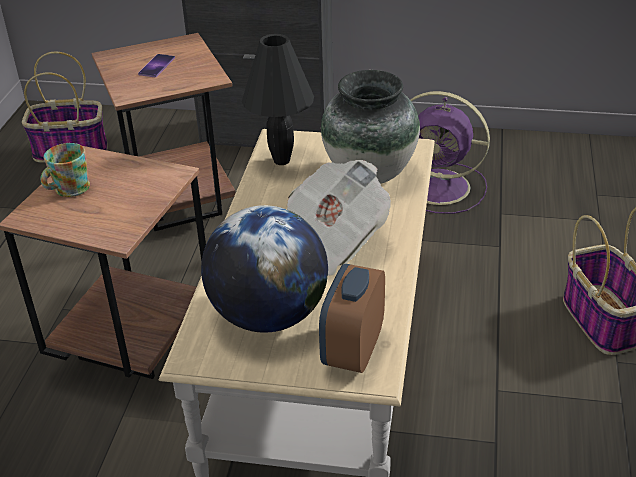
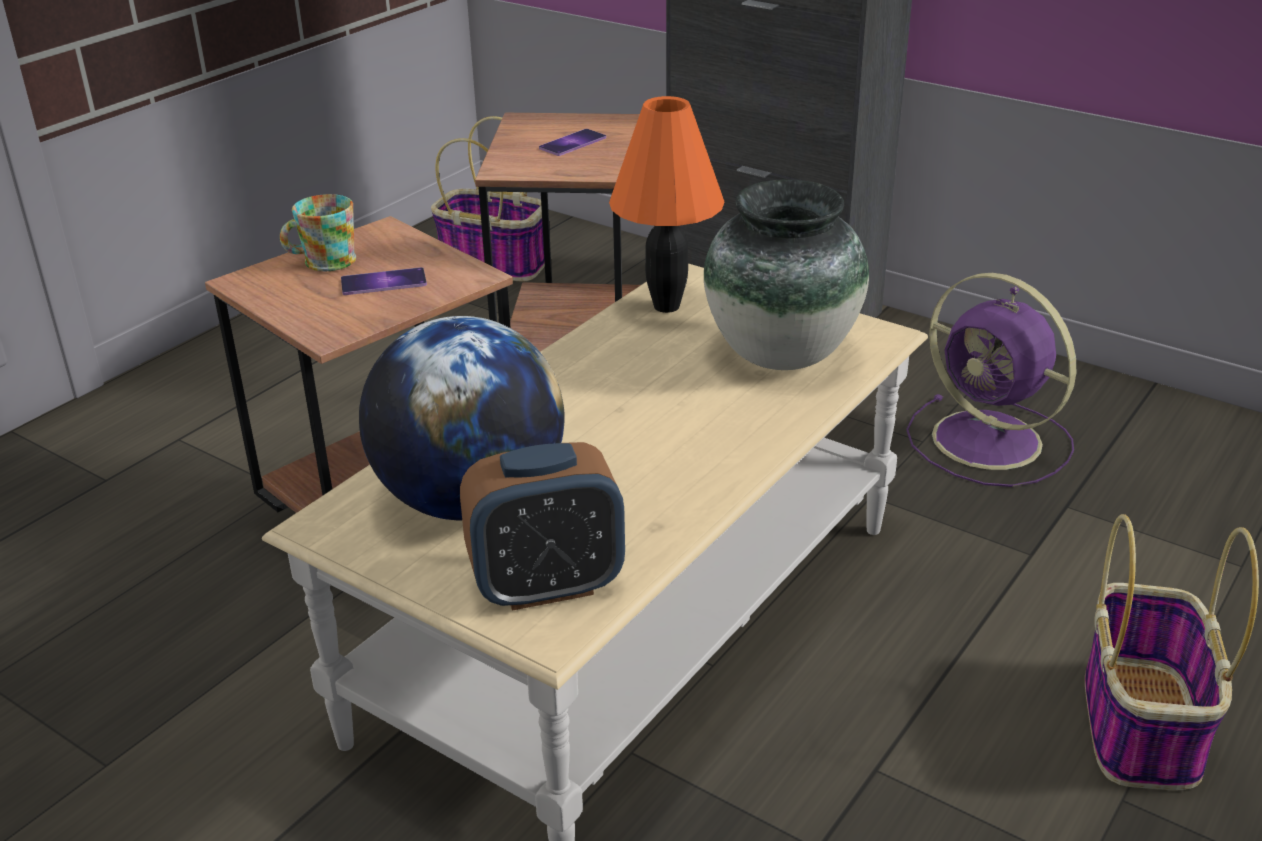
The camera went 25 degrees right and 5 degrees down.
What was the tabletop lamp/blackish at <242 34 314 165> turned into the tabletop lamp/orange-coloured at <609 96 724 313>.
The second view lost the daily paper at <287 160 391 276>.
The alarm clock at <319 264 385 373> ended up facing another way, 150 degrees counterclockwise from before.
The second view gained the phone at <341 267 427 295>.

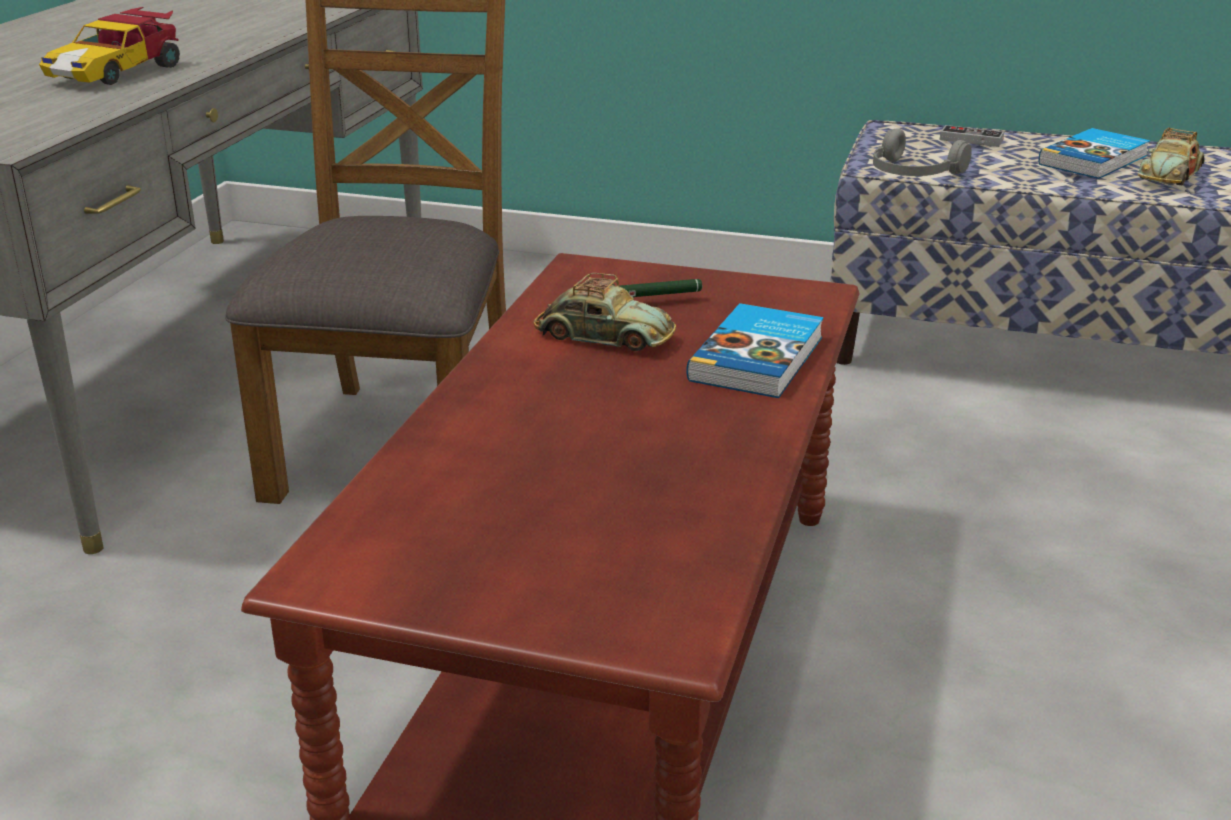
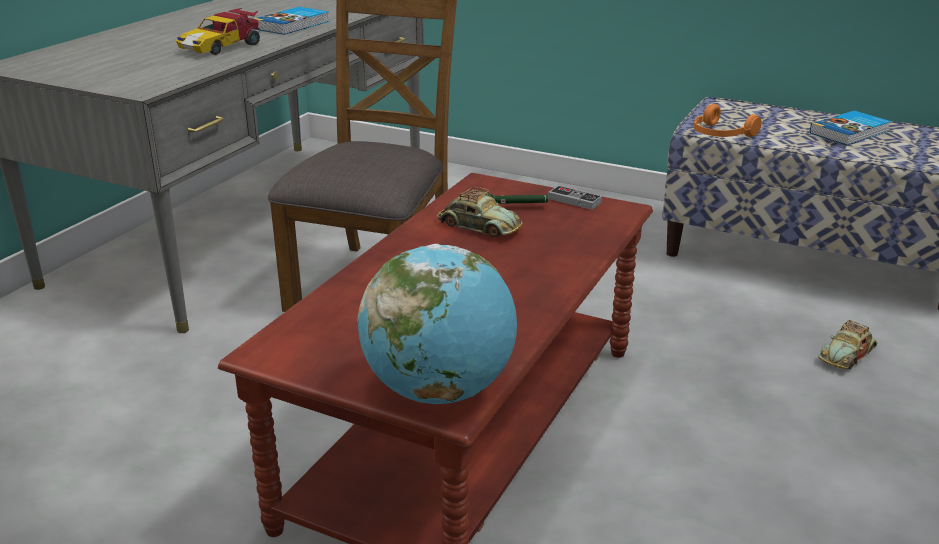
The camera went 10 degrees right and 0 degrees up.
The gamepad ended up elsewhere, having gone from <940 125 1004 147> to <548 185 602 210>.
The toy car ended up elsewhere, having gone from <1138 127 1205 185> to <818 320 878 369>.
What was the headset/gray at <873 128 972 176> turned into the headset/orange-coloured at <694 104 762 137>.
The book ended up elsewhere, having gone from <686 303 824 398> to <254 7 330 35>.
The second view gained the world globe at <357 244 517 404>.

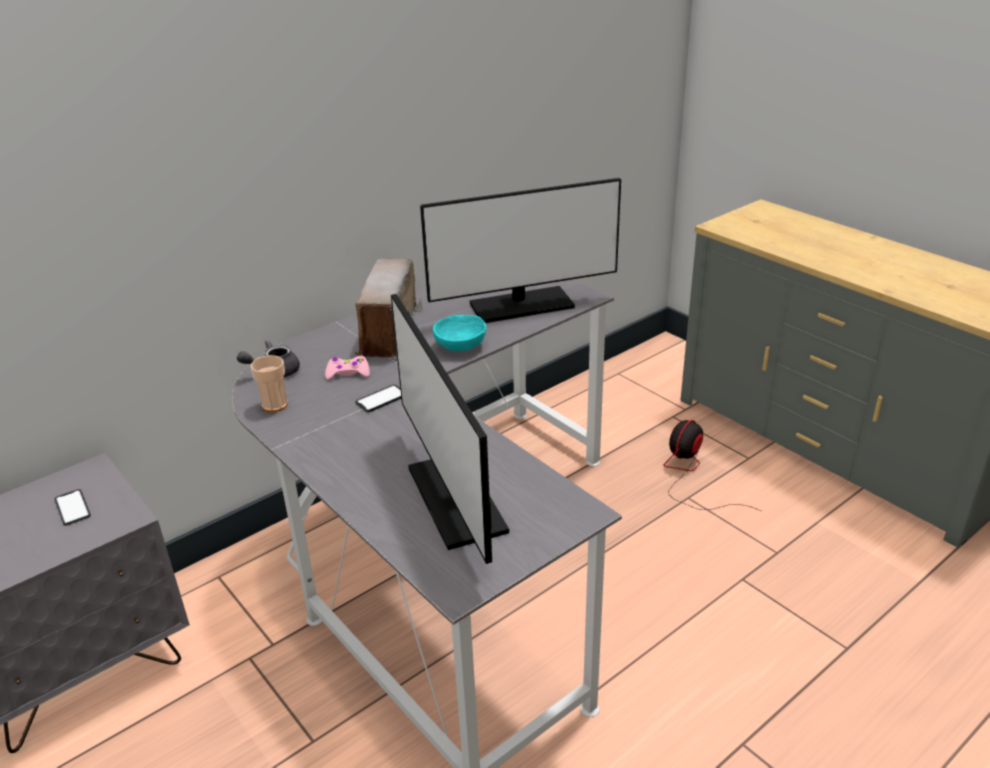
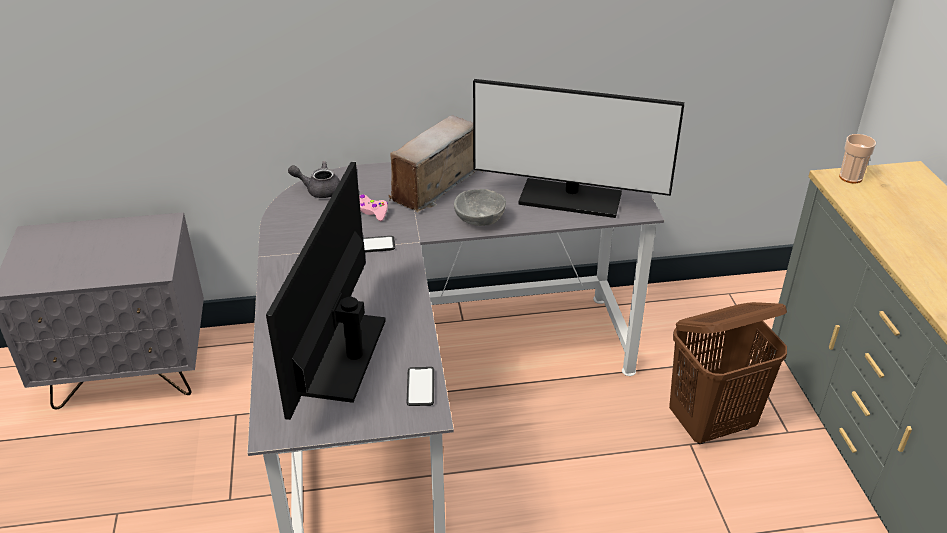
The camera went 30 degrees right and 5 degrees up.
What was the deep dish/blue-green at <433 315 486 351> turned into the deep dish/gray at <454 189 506 226>.
The drinking cup ended up elsewhere, having gone from <251 355 288 412> to <839 134 876 183>.
Where the cooling fan stood at <664 420 761 511>, the washing basket/brownish came to stand at <669 302 787 444>.
The phone ended up elsewhere, having gone from <55 489 91 526> to <407 367 434 406>.

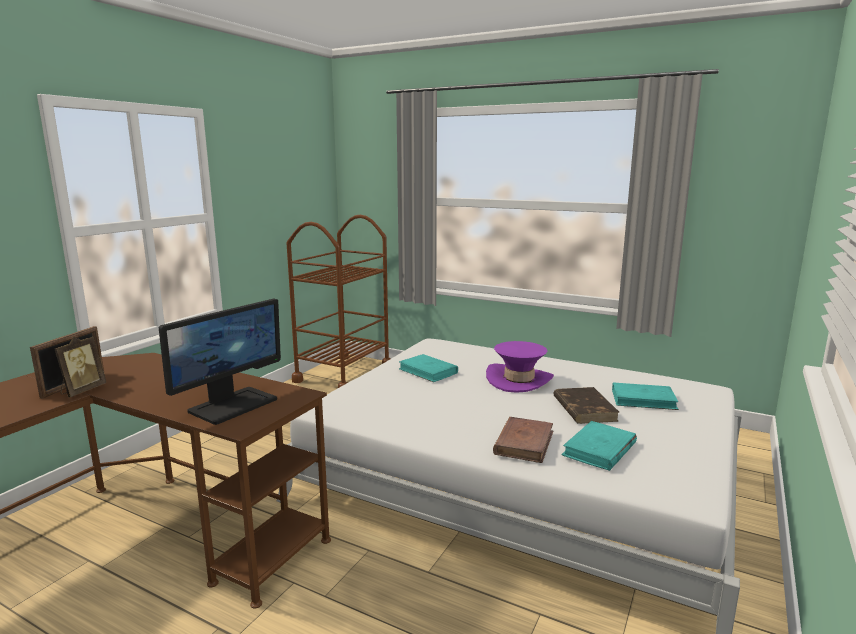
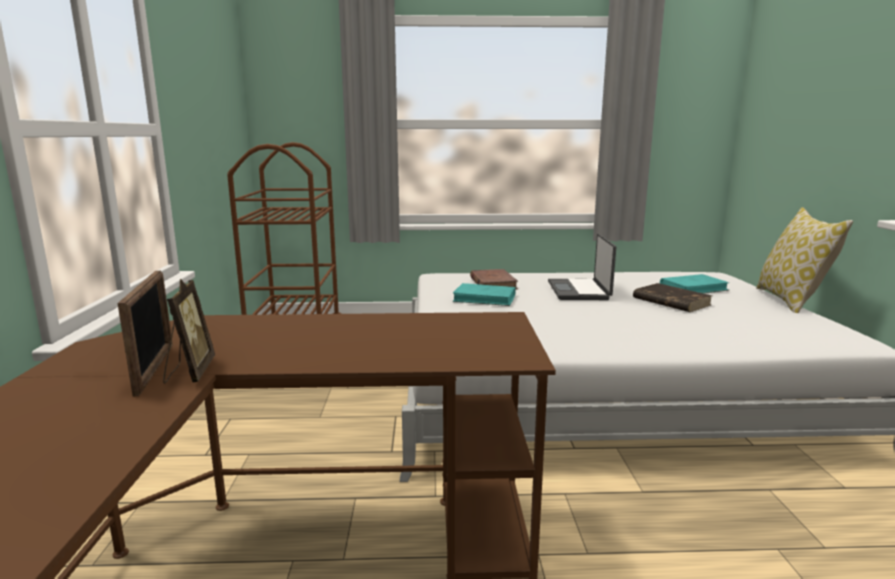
The camera went 30 degrees left and 0 degrees up.
The second view lost the monitor at <159 299 281 425>.
Where the hat/purple stood at <486 341 554 393>, the portable computer came to stand at <548 234 616 300>.
The book/brownish ended up elsewhere, having gone from <493 417 553 463> to <470 269 518 289>.
The second view lost the book/blue-green at <561 421 637 471>.
The second view gained the pillow at <756 207 853 313>.

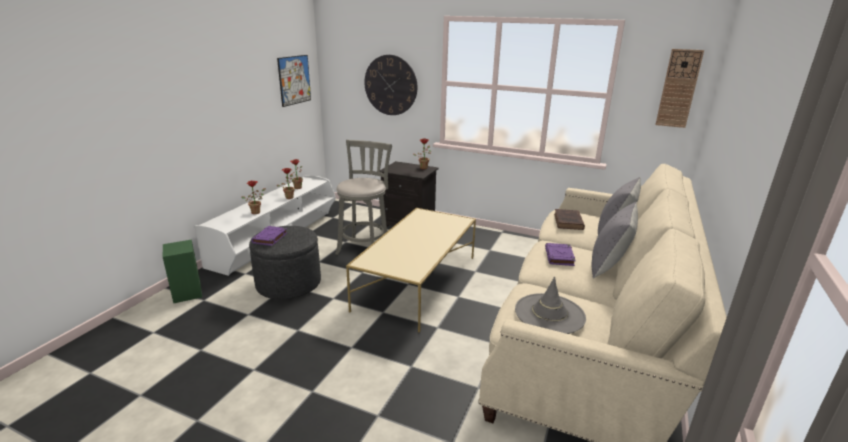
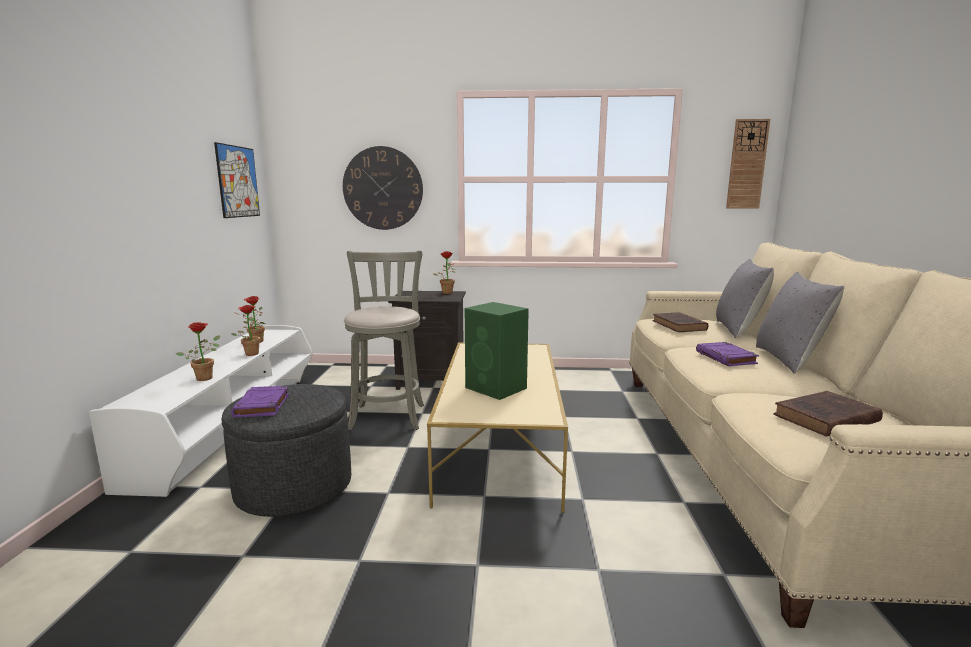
The camera went 20 degrees left and 10 degrees down.
The audio speaker/green ended up elsewhere, having gone from <163 240 202 304> to <465 302 529 400>.
Where the hat/gray stood at <515 276 586 334>, the book/brownish came to stand at <773 391 883 436>.

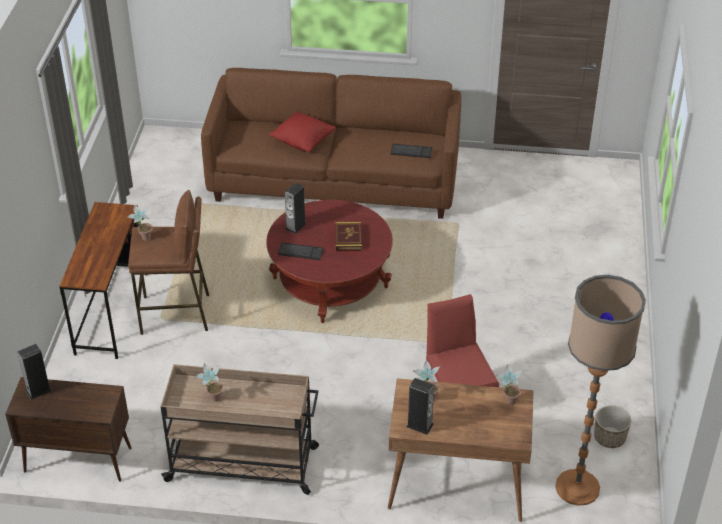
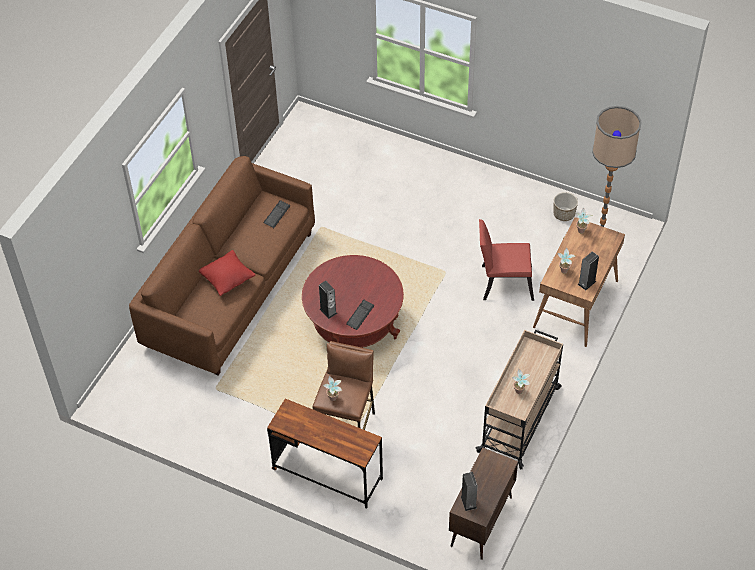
The camera went 70 degrees left and 10 degrees up.
The second view lost the book at <335 222 362 251>.

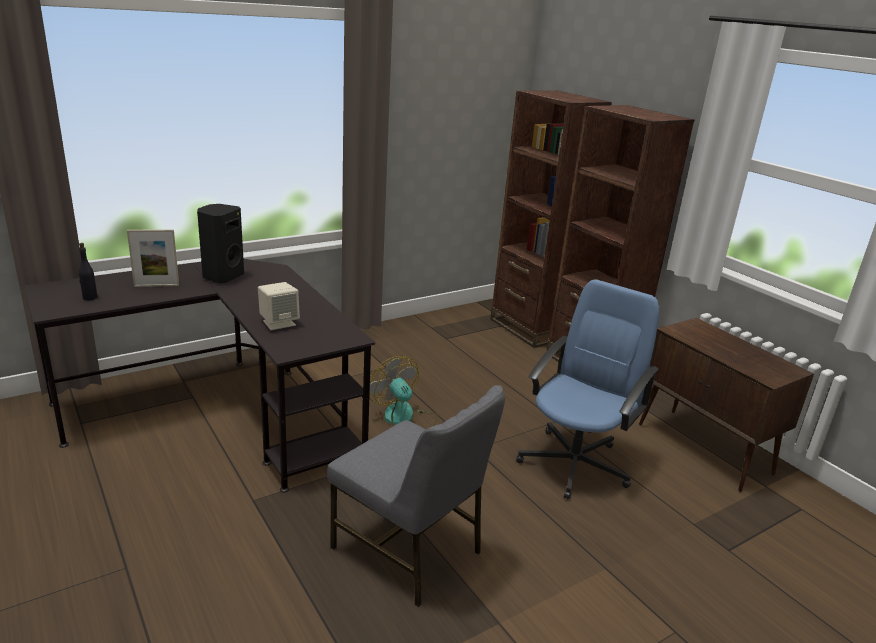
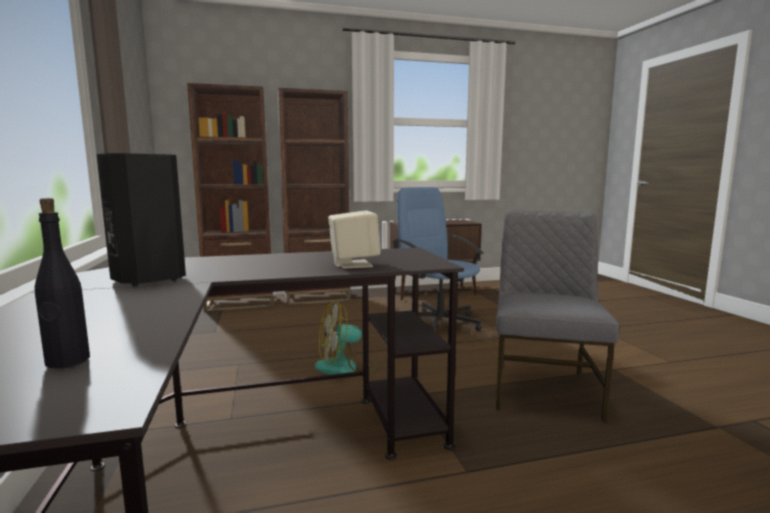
The camera went 70 degrees left and 15 degrees down.
The second view lost the standing frame at <127 229 179 287>.
The plain chair/gray at <327 385 505 607> ended up facing another way, 45 degrees counterclockwise from before.

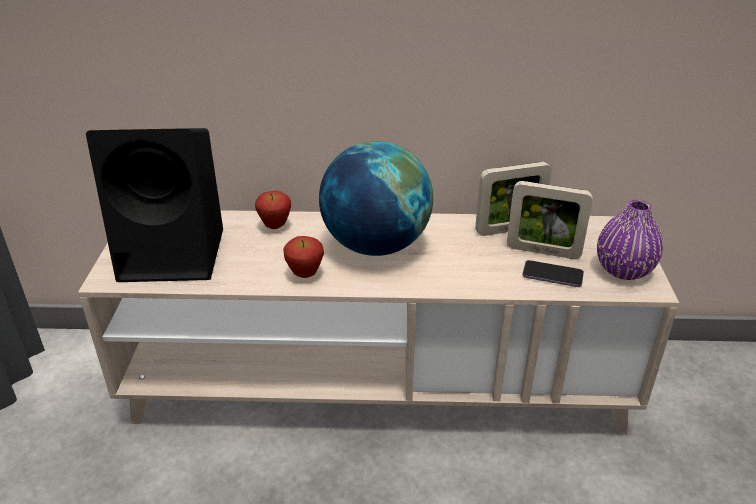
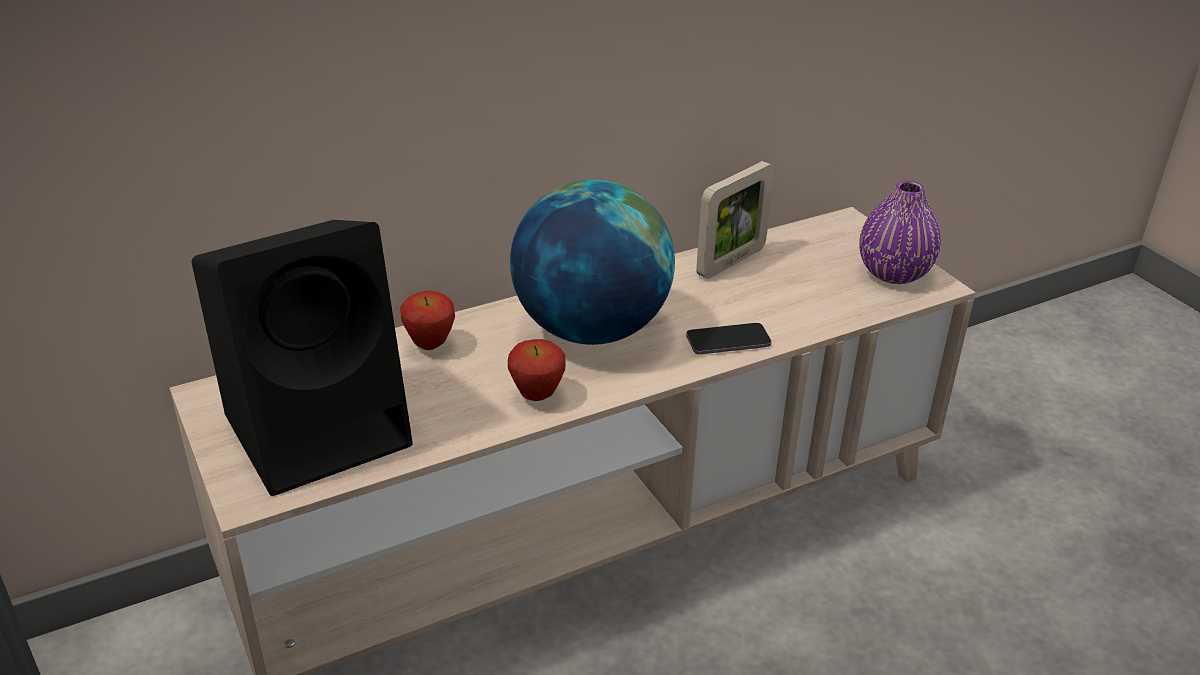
The camera went 30 degrees left and 0 degrees up.
The second view lost the standing frame at <507 181 593 259>.
The phone ended up elsewhere, having gone from <523 260 584 287> to <686 323 771 354>.

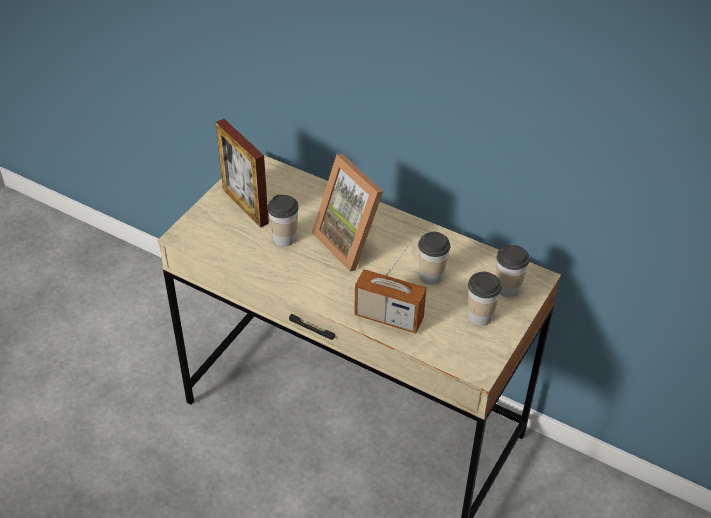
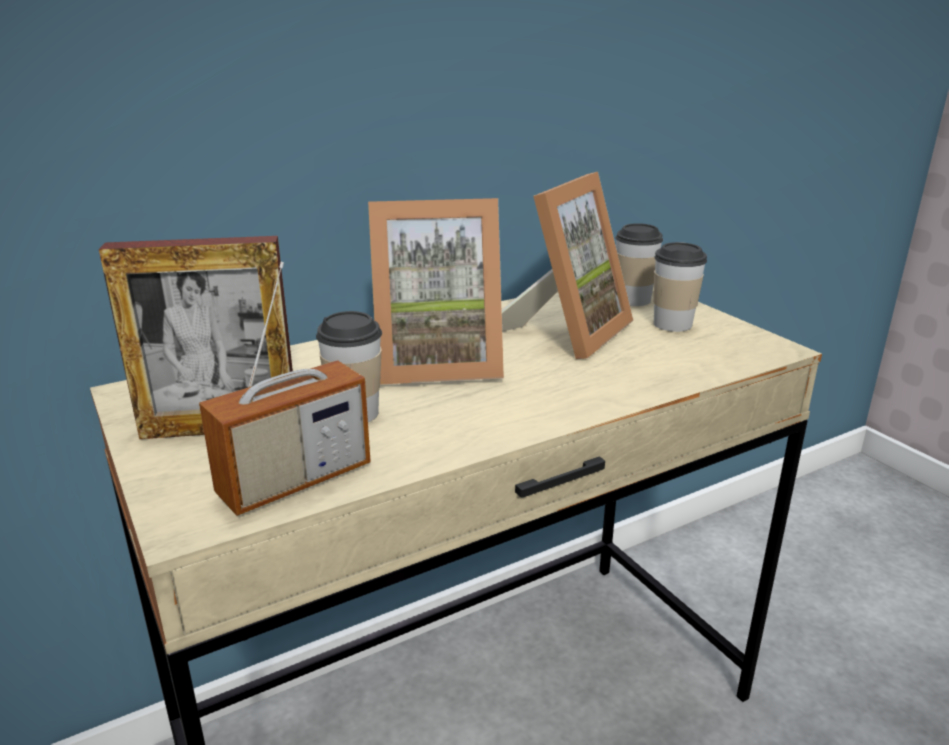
The camera went 60 degrees left and 20 degrees down.
Where the drinking cup stood at <418 232 450 285>, the standing frame came to stand at <502 172 633 359>.
The radio ended up elsewhere, having gone from <354 243 427 333> to <199 262 370 516>.

